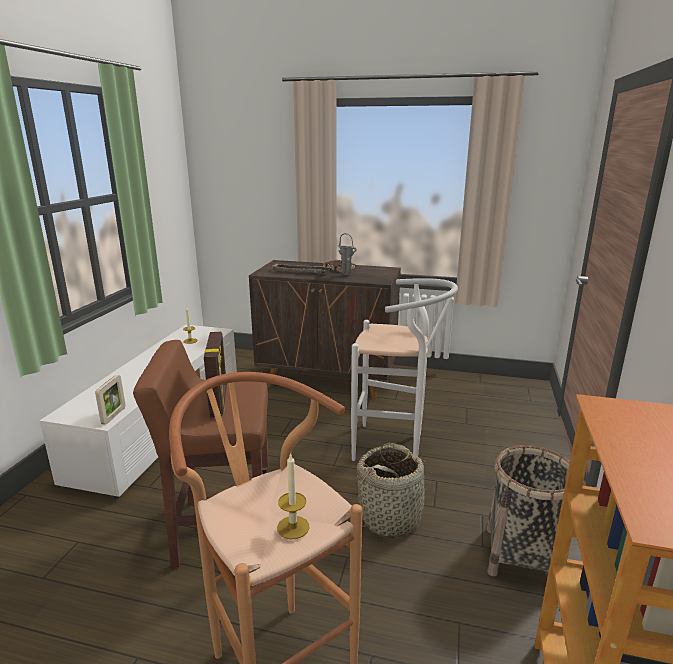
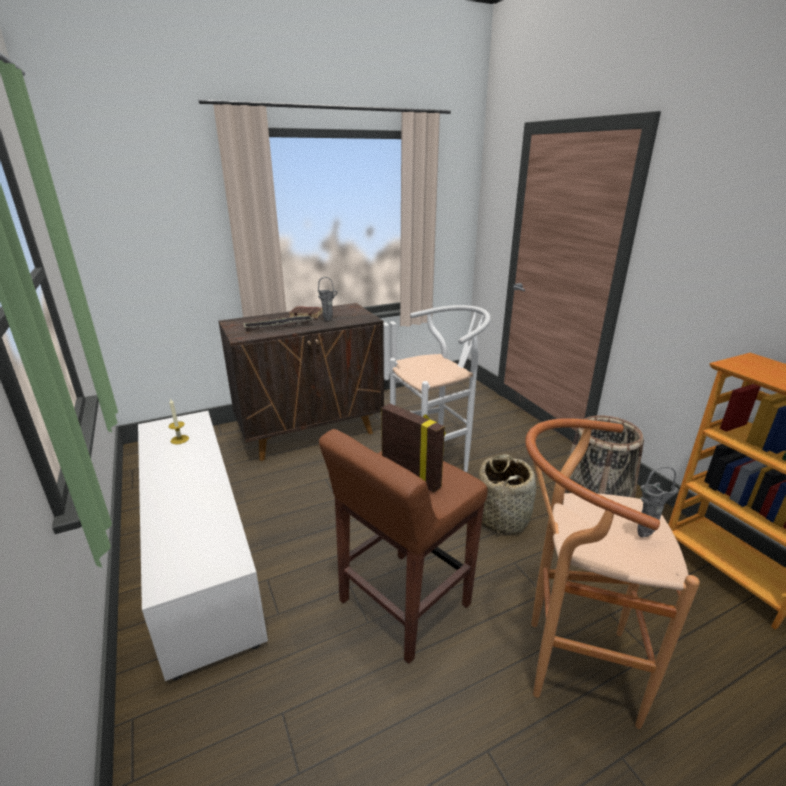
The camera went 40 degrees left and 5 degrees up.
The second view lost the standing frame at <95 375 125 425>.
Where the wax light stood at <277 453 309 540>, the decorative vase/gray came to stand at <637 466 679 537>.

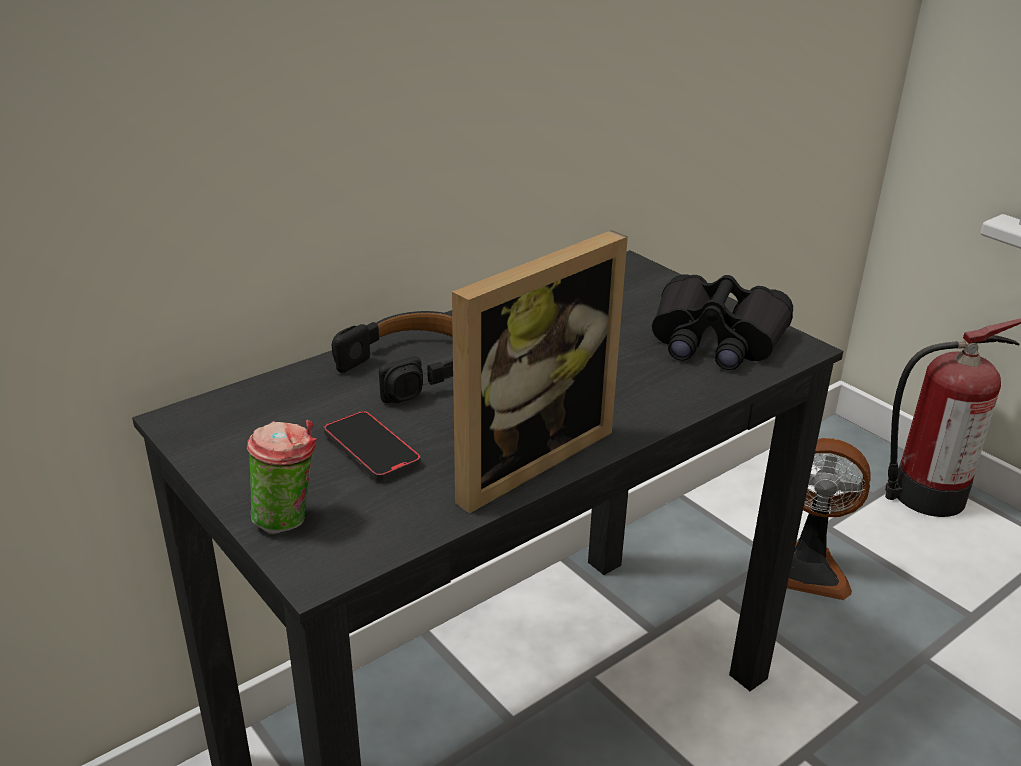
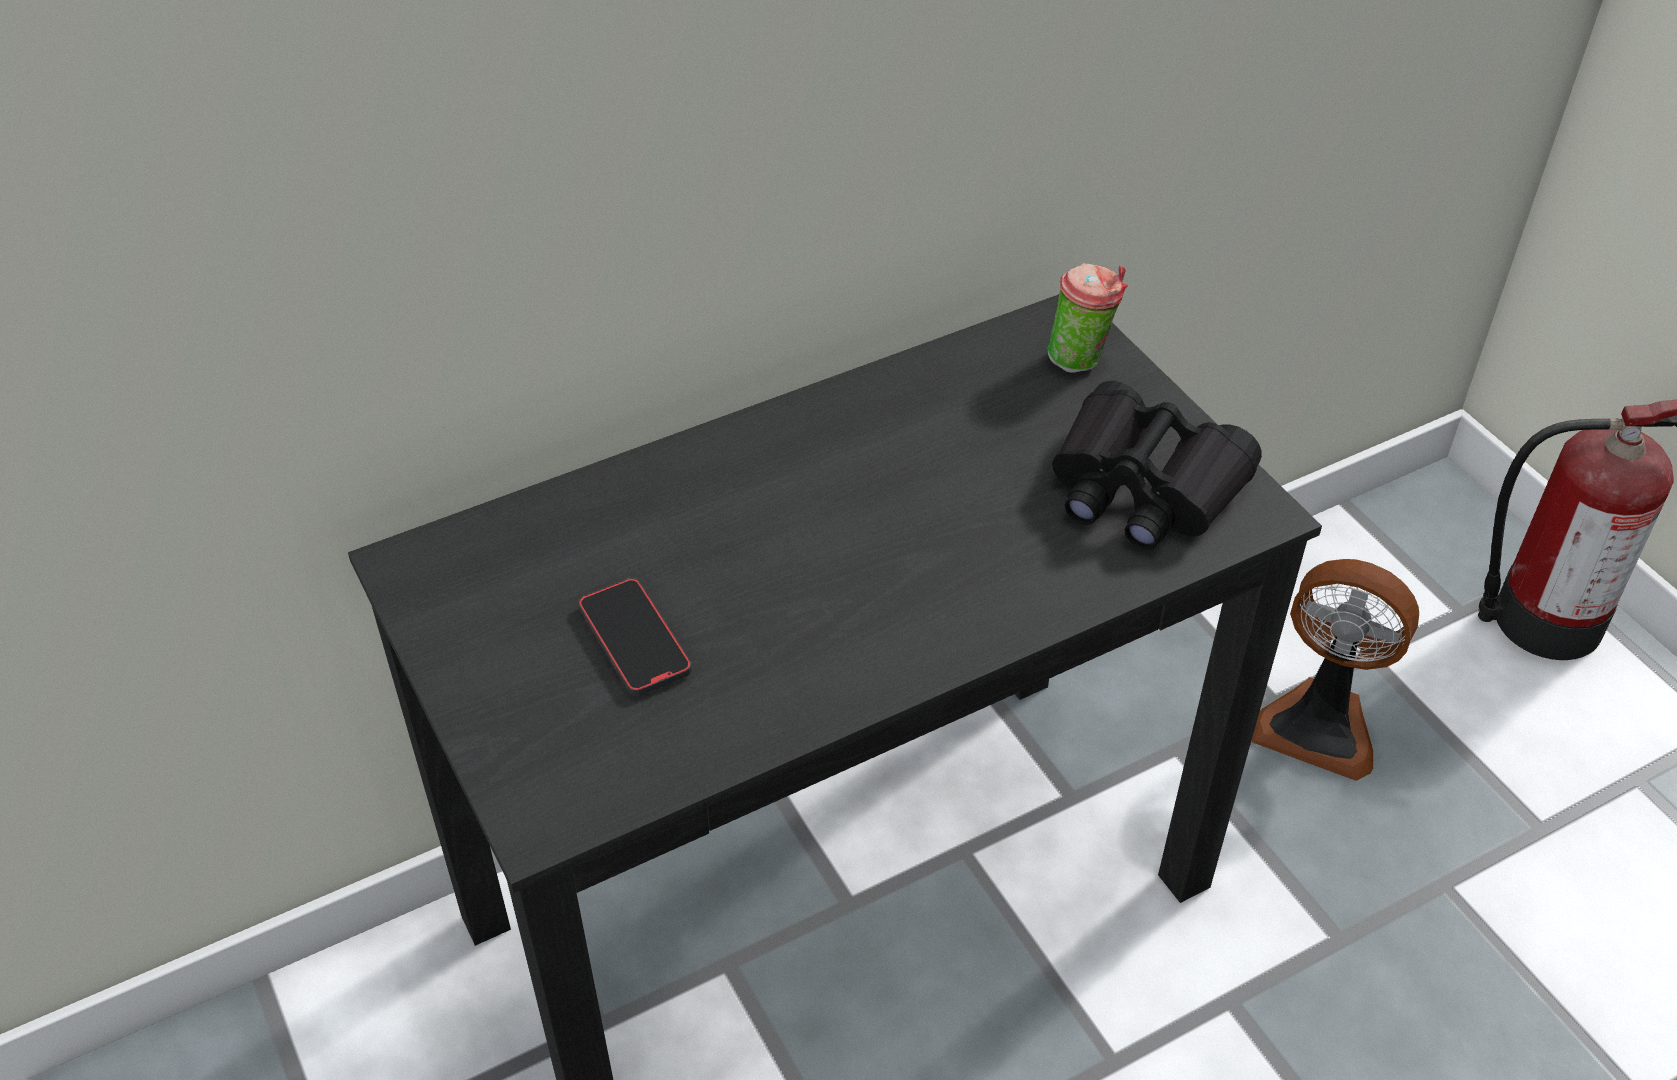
The camera went 10 degrees right and 15 degrees up.
The second view lost the standing frame at <452 230 628 513>.
The second view lost the headset/blackish at <332 311 453 403>.
The drinking cup ended up elsewhere, having gone from <247 420 317 534> to <1048 263 1128 373>.

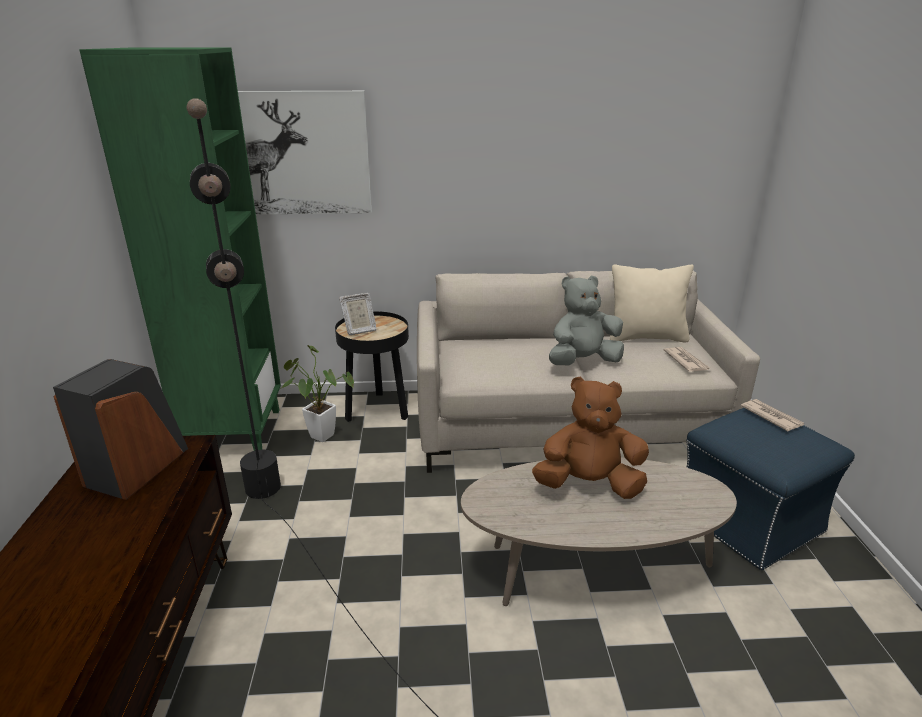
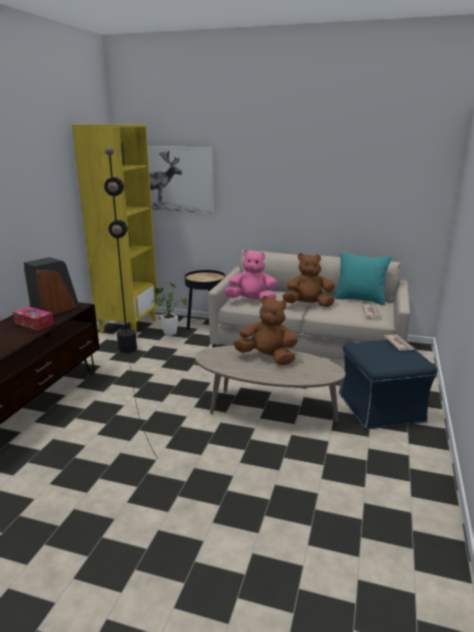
The camera went 20 degrees right and 5 degrees down.
What was the bookshelf/green at <79 47 281 451> turned into the bookshelf/yellow at <72 124 158 333>.
What was the pillow/beige at <610 264 694 342> turned into the pillow/blue-green at <335 252 392 305>.
What was the cuddly toy/gray at <549 276 624 365> turned into the cuddly toy/brownish at <282 253 335 307>.
The second view lost the standing frame at <339 293 377 335>.
The second view gained the cuddly toy/pink at <224 250 277 302>.
The second view gained the tissue holder at <13 307 54 331>.

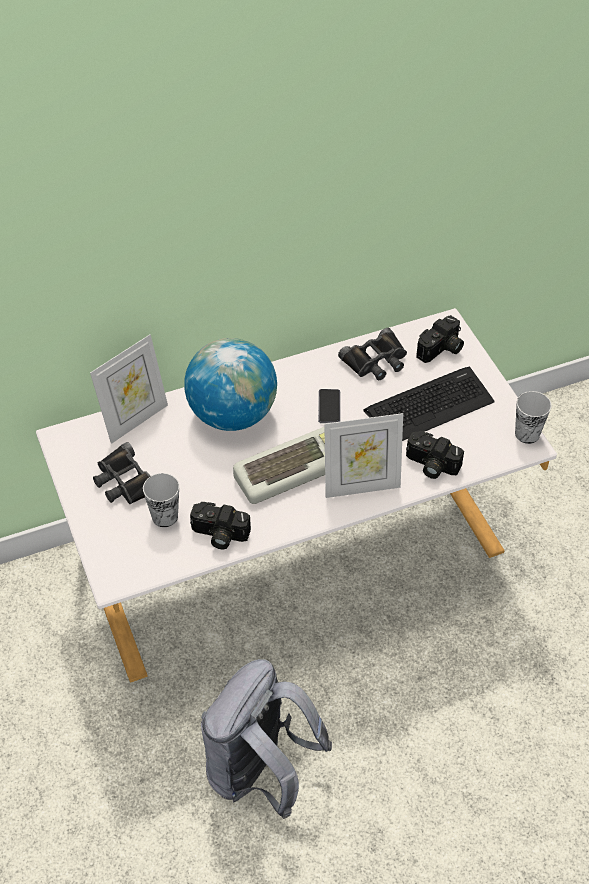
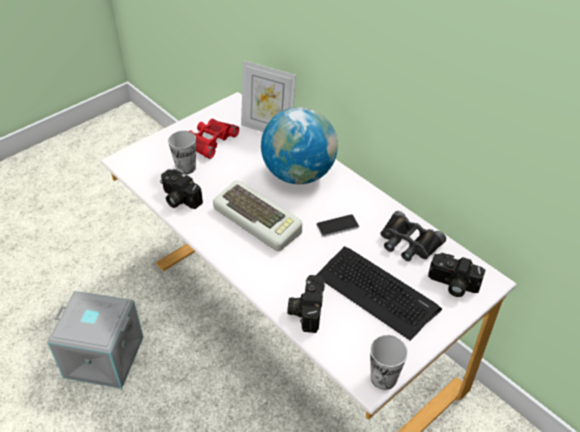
The camera went 70 degrees right and 5 degrees down.
The second view lost the standing frame at <324 413 403 498>.
What was the field glasses/blackish at <93 442 150 504> turned into the field glasses/red-coloured at <190 119 239 159>.
The still camera at <190 502 251 550> ended up facing another way, 45 degrees counterclockwise from before.
Where the backpack/gray stood at <201 659 332 819>, the storage container/gray came to stand at <47 291 144 389>.

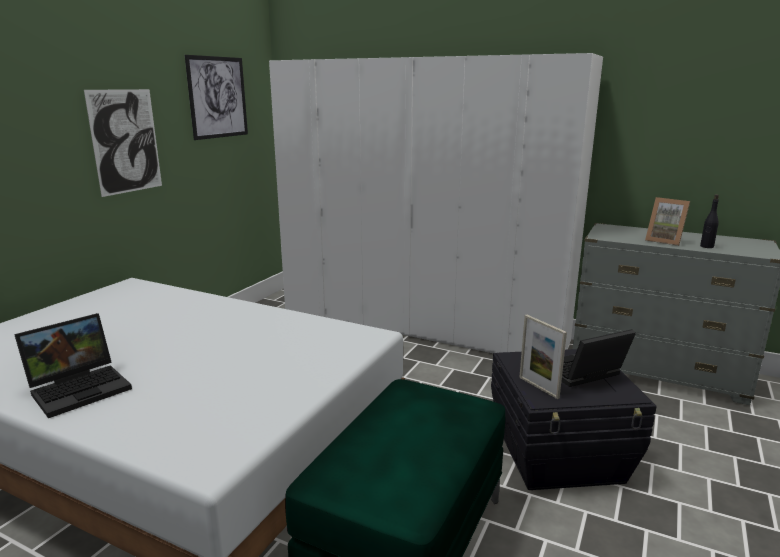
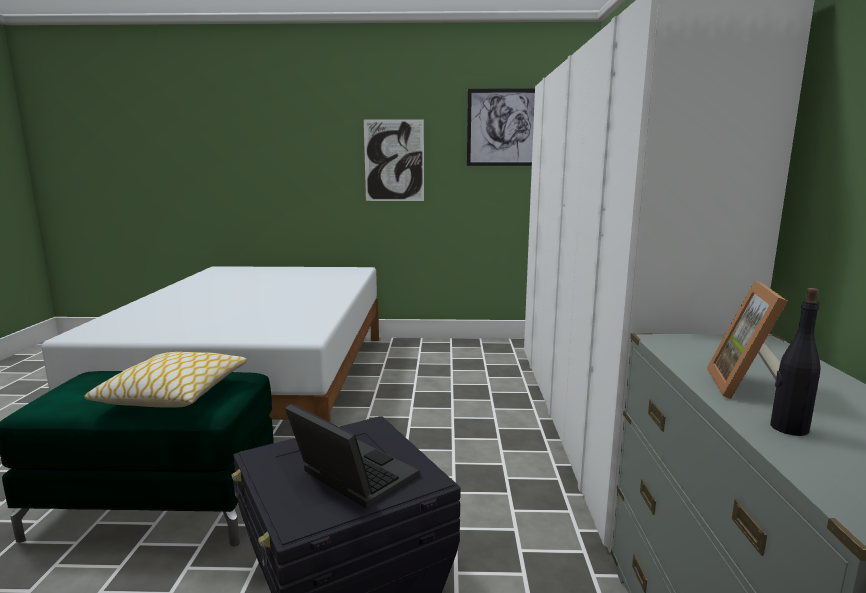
The camera went 65 degrees right and 5 degrees down.
The second view lost the portable computer at <14 313 132 418>.
The second view lost the standing frame at <519 315 567 399>.
The second view gained the pillow at <84 352 247 408>.

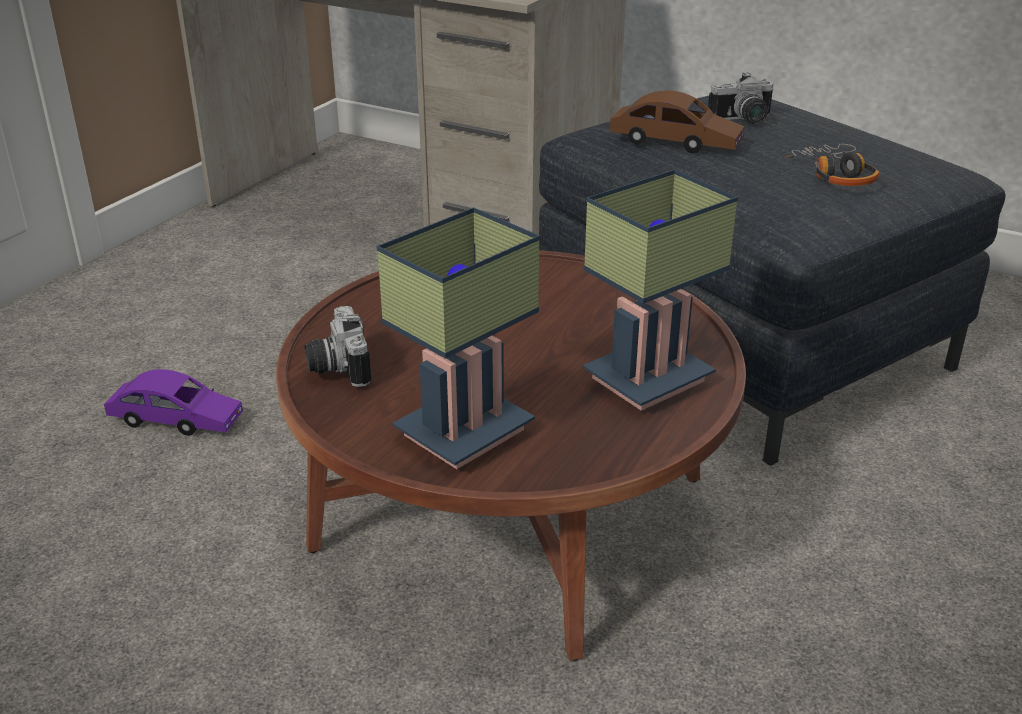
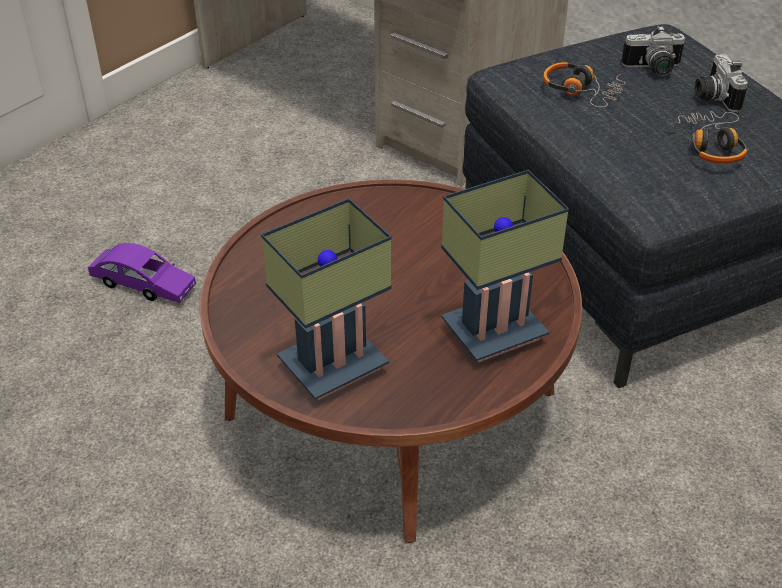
The camera went 10 degrees right and 10 degrees up.
Where the toy car/brownish stood at <610 90 744 153>, the headset came to stand at <543 62 626 108>.
The still camera ended up elsewhere, having gone from <305 306 371 387> to <694 54 748 112>.

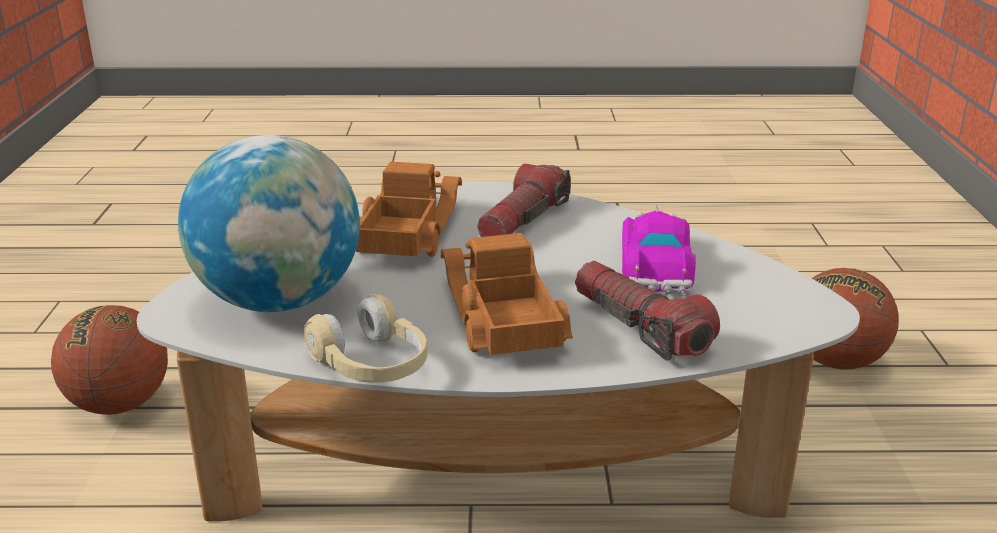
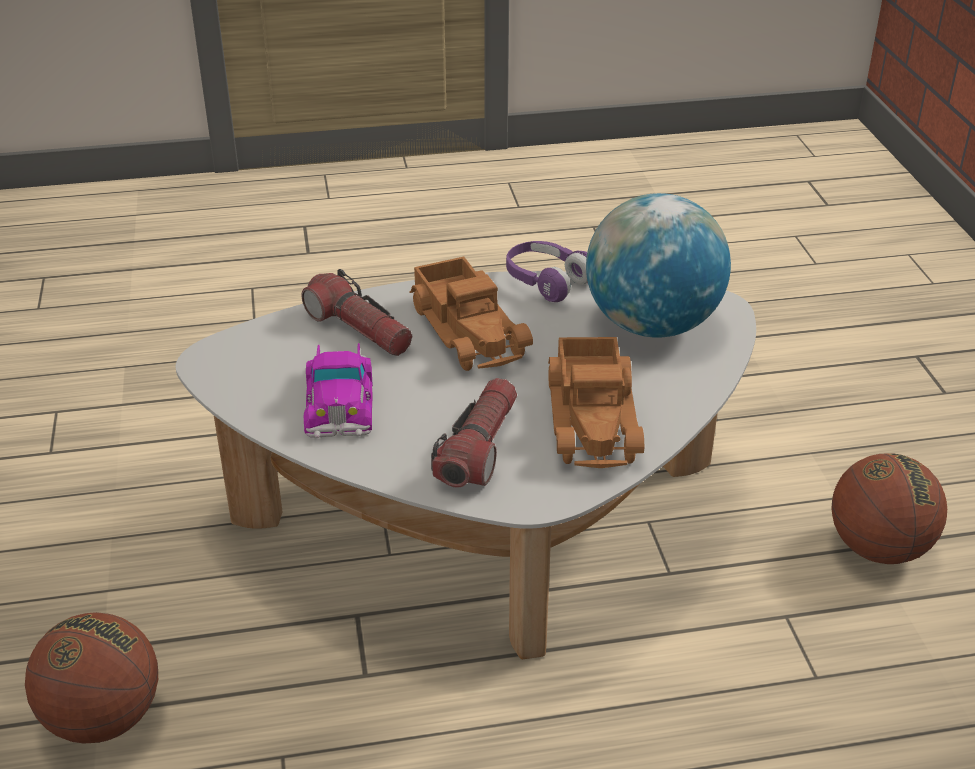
The camera went 170 degrees right and 10 degrees up.
What was the headset/beige at <304 294 427 383> turned into the headset/purple at <506 241 588 302>.

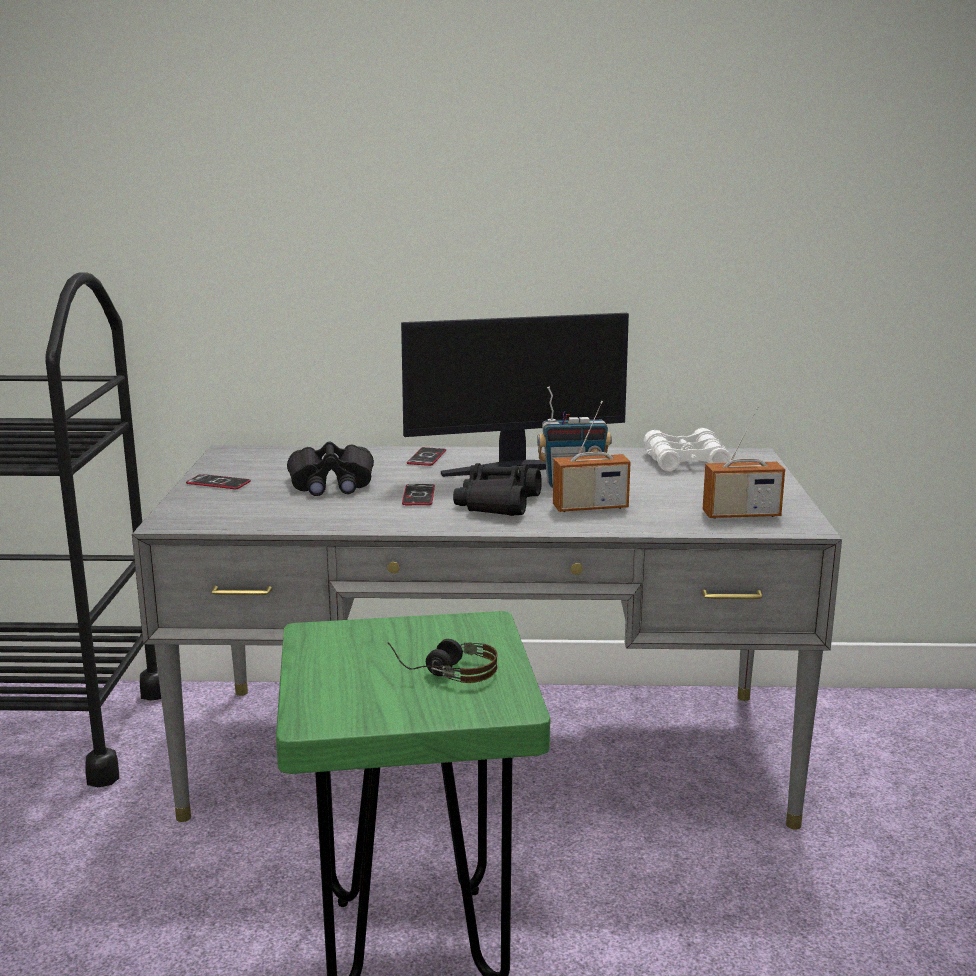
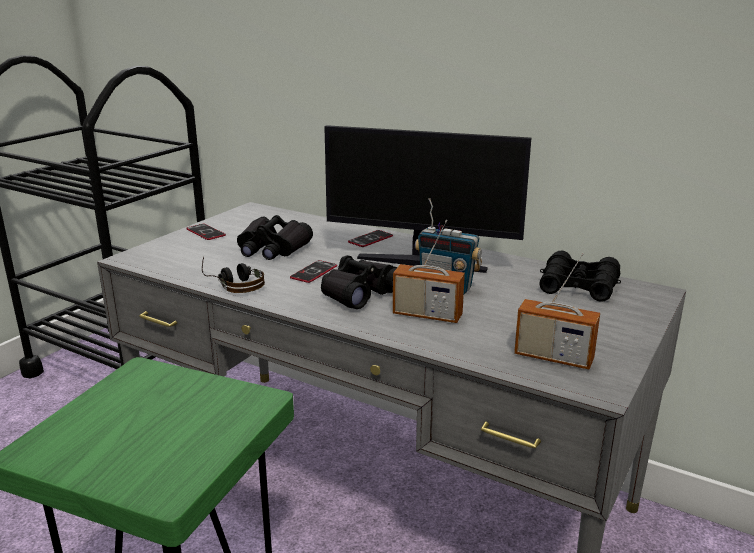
The camera went 30 degrees right and 5 degrees up.
What was the field glasses/whitish at <643 428 731 472> turned into the field glasses/blackish at <540 251 621 302>.
The headset ended up elsewhere, having gone from <388 639 497 683> to <202 257 265 293>.

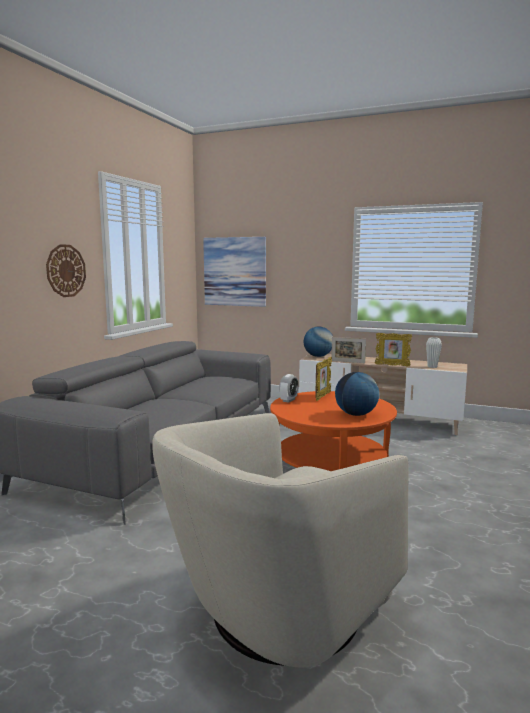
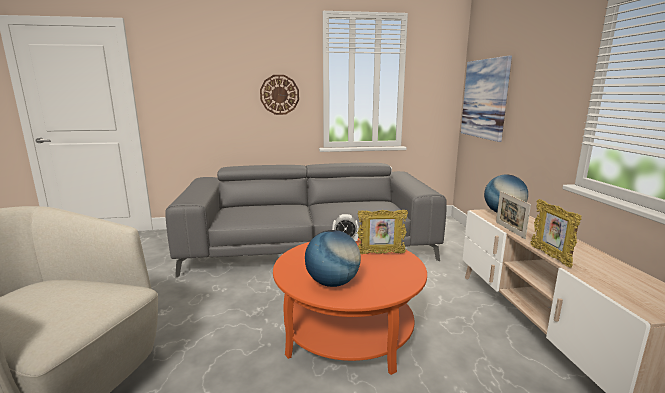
The camera went 60 degrees right and 5 degrees up.
The second view lost the decorative vase/whitish at <426 337 442 368>.

